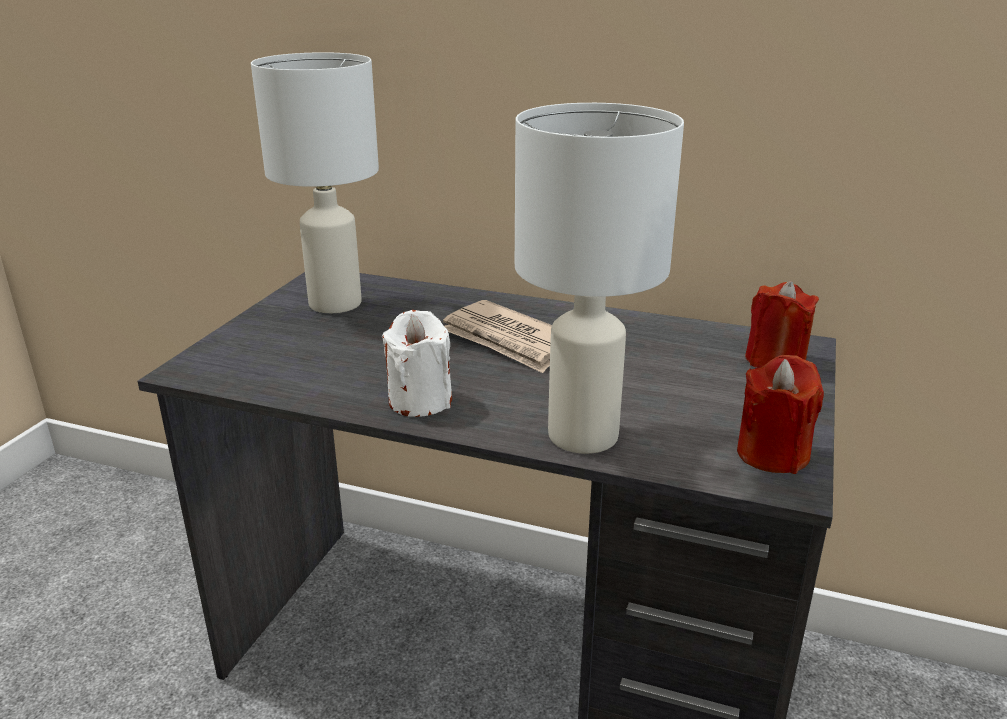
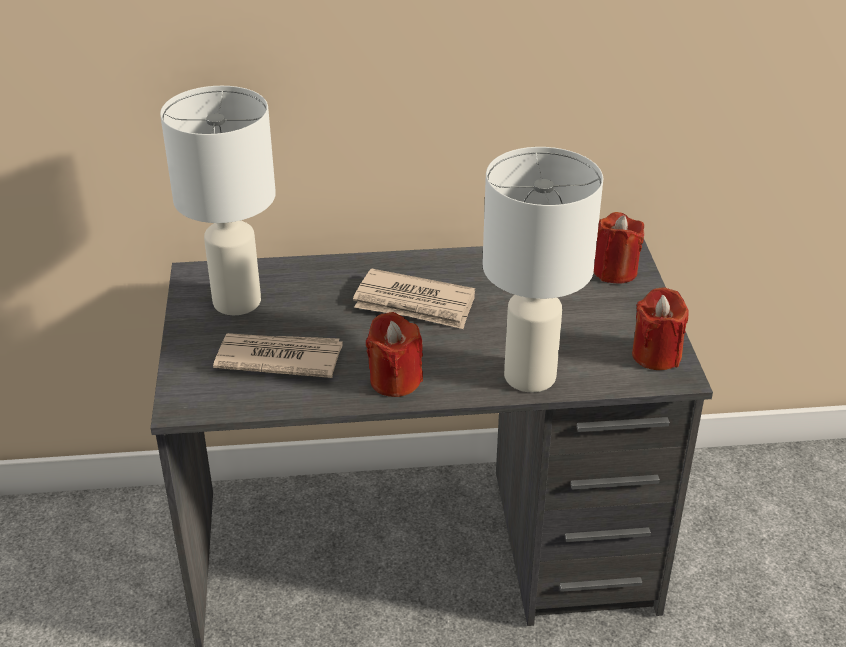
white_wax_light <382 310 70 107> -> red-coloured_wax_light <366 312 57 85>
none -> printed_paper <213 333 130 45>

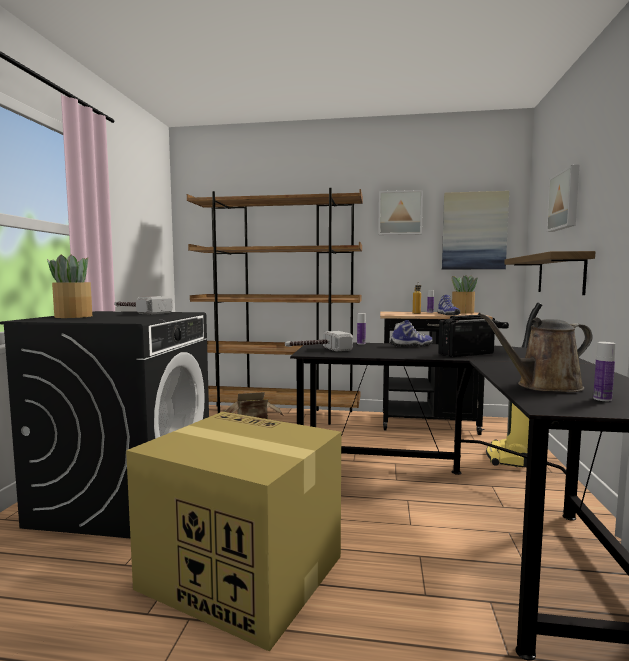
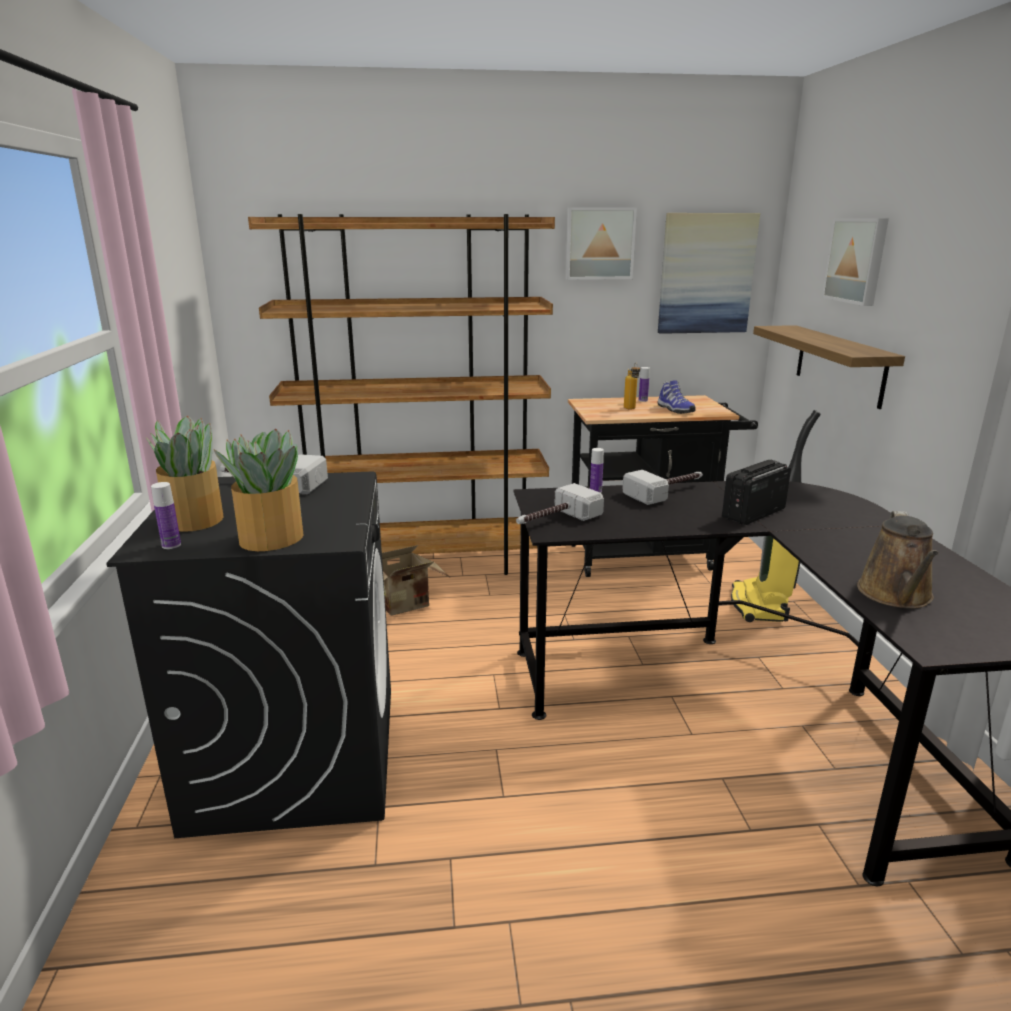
packing_box <126 412 215 240> -> none
low_shoe <390 320 43 27> -> hand_hammer <623 470 80 35>
plant_in_a_pot <452 275 25 39> -> plant_in_a_pot <214 429 89 122>, moved
brown_watering_can <478 313 115 79> -> brown_watering_can <857 511 82 98>, 45 degrees counterclockwise
drink_bottle <593 342 23 59> -> drink_bottle <151 482 30 67>, moved

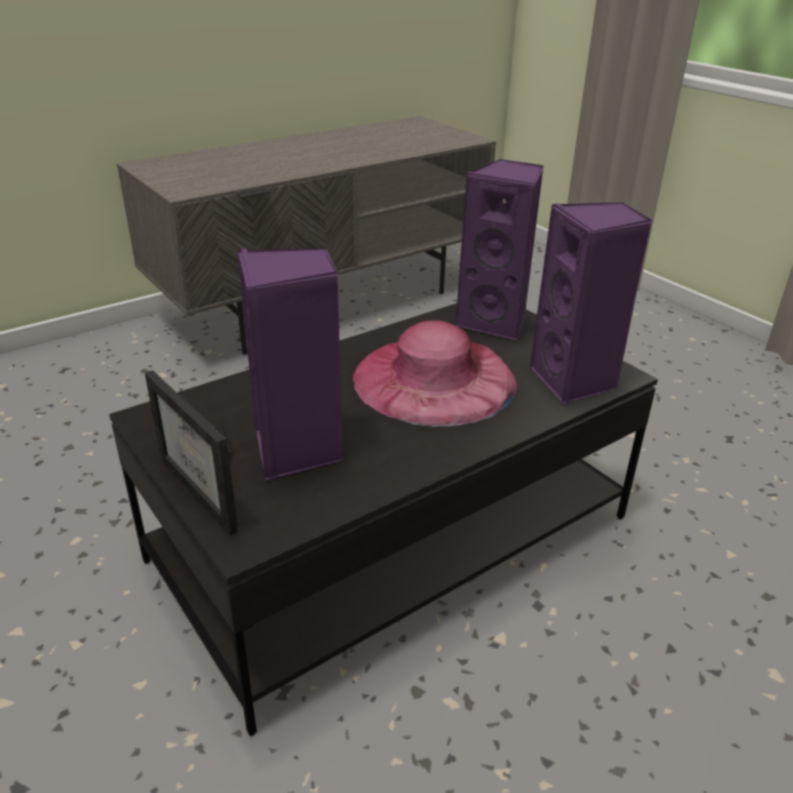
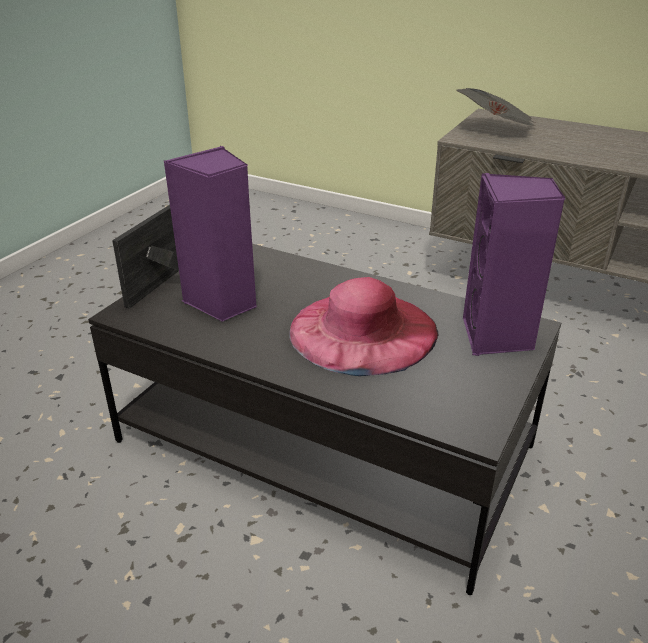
purple-coloured_audio_speaker <530 202 123 203> -> none
none -> printed_paper <456 88 81 38>

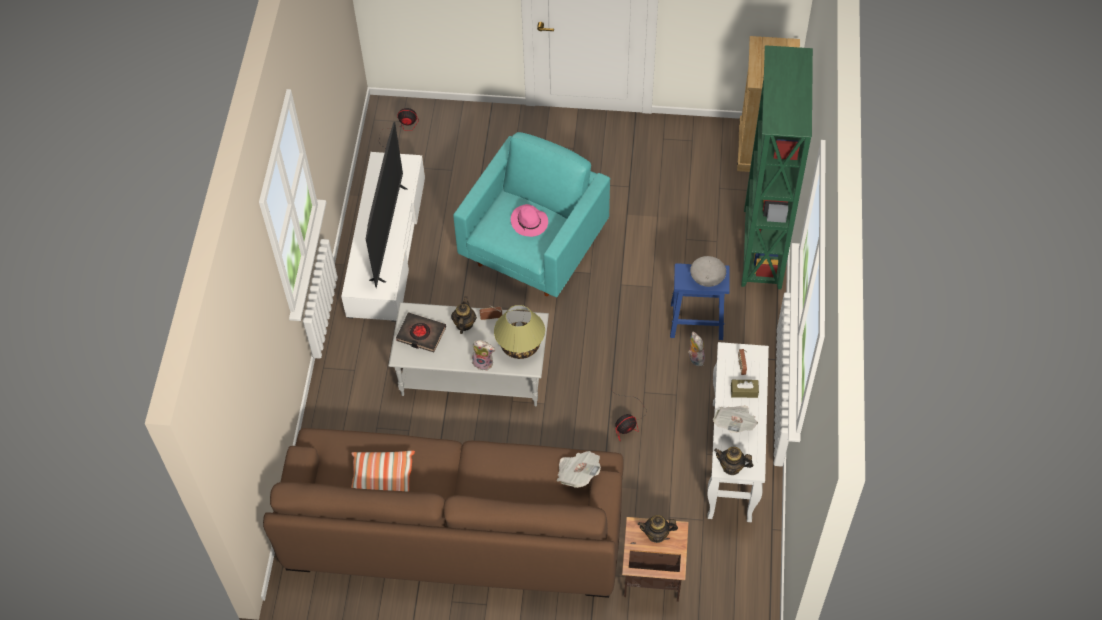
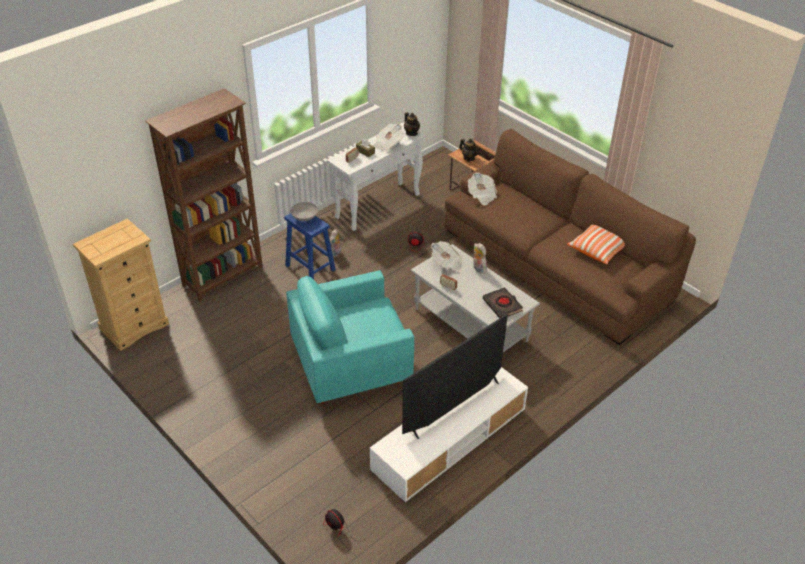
pot_for_tea <451 296 26 38> -> none
lamp_for_a_table <494 305 51 54> -> printed_paper <431 241 31 31>
pink-coloured_clothing_hat <511 204 37 33> -> none
green-coloured_shelving_unit <741 45 72 244> -> brown_shelving_unit <145 88 118 213>

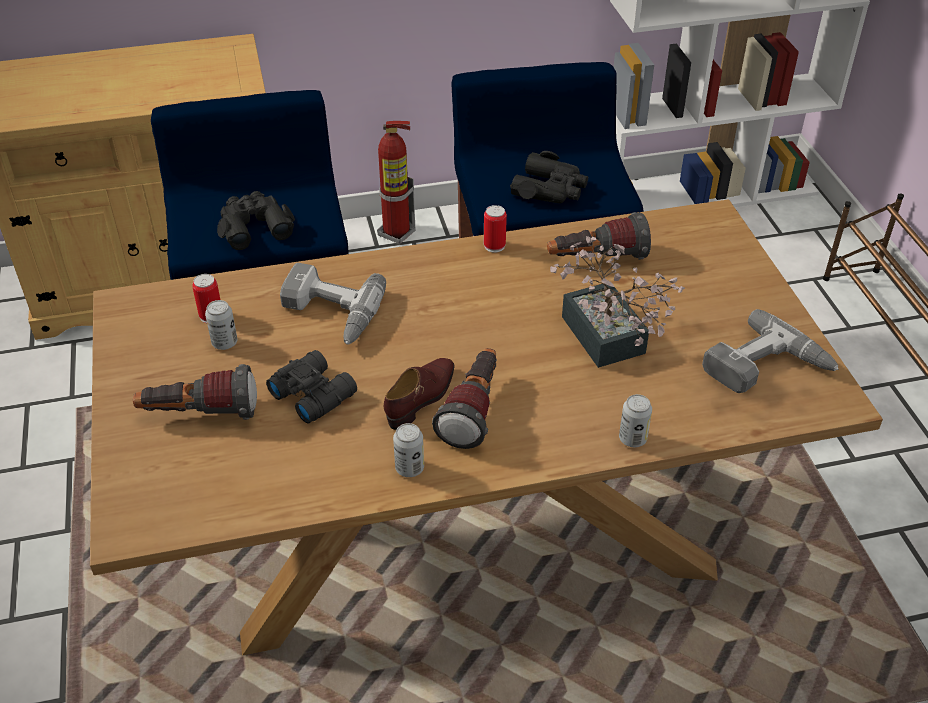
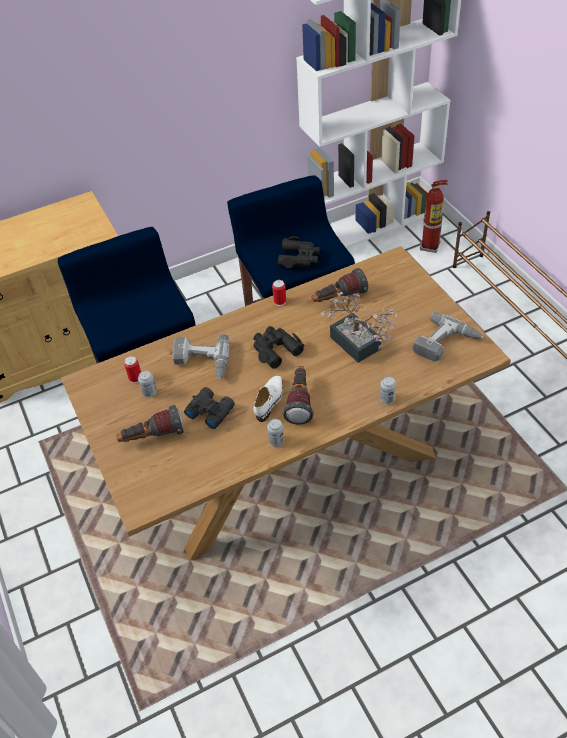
blackish_field_glasses <217 191 78 59> -> blackish_field_glasses <253 326 51 43>, moved
fire_extinguisher <377 121 39 123> -> fire_extinguisher <420 179 28 74>, moved
brown_low_shoe <384 358 70 72> -> white_low_shoe <253 376 30 46>

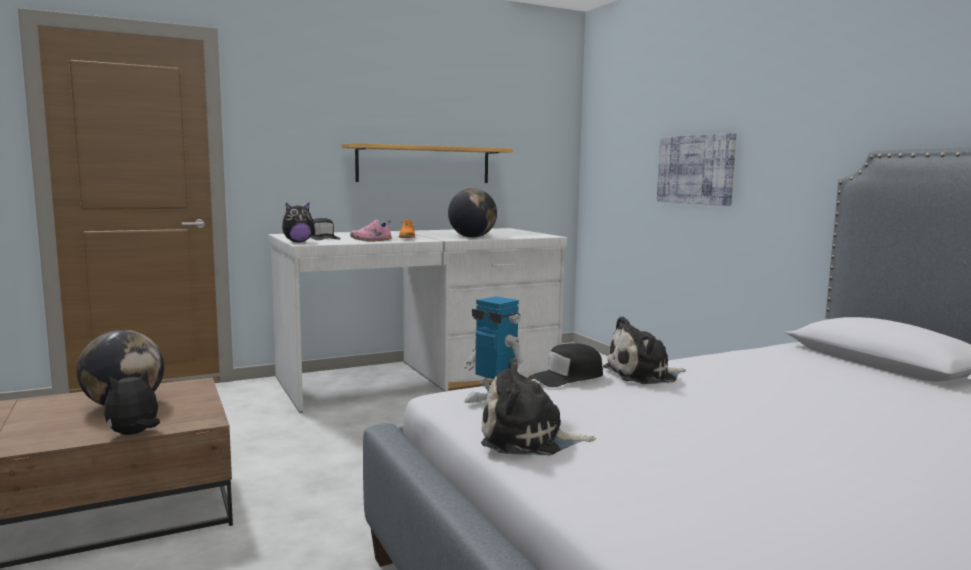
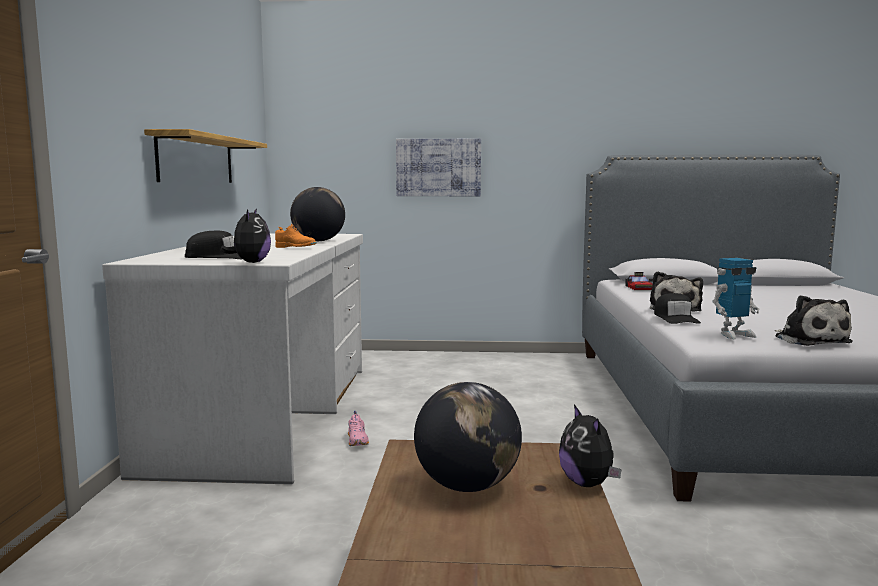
pink-coloured_low_shoe <350 220 42 22> -> pink-coloured_low_shoe <348 411 21 35>, moved
cuddly_toy <481 358 115 97> -> cuddly_toy <775 295 78 51>, 45 degrees counterclockwise
none -> miniature_car <625 272 28 18>

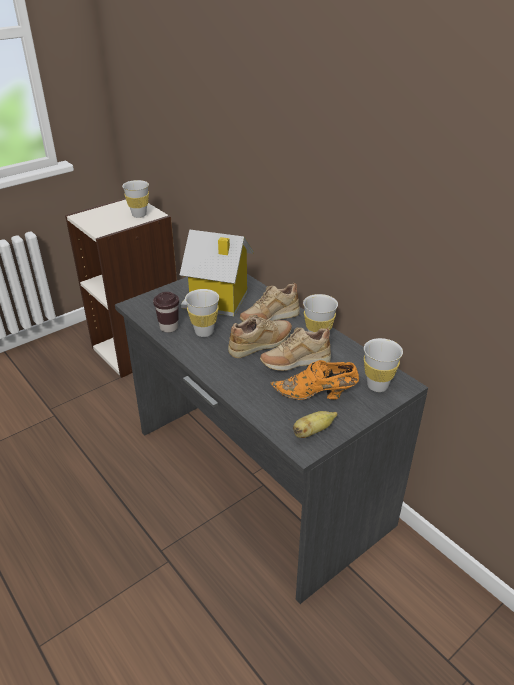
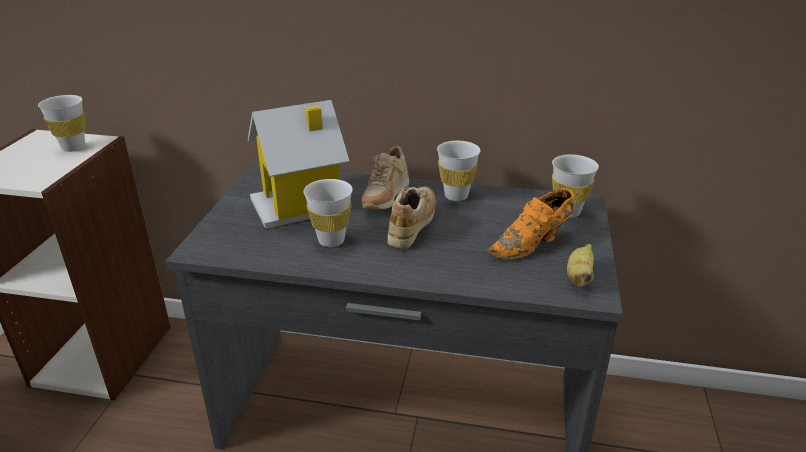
brown_small_cup <153 292 26 41> -> none
sand-coloured_low_shoe <260 327 71 44> -> none

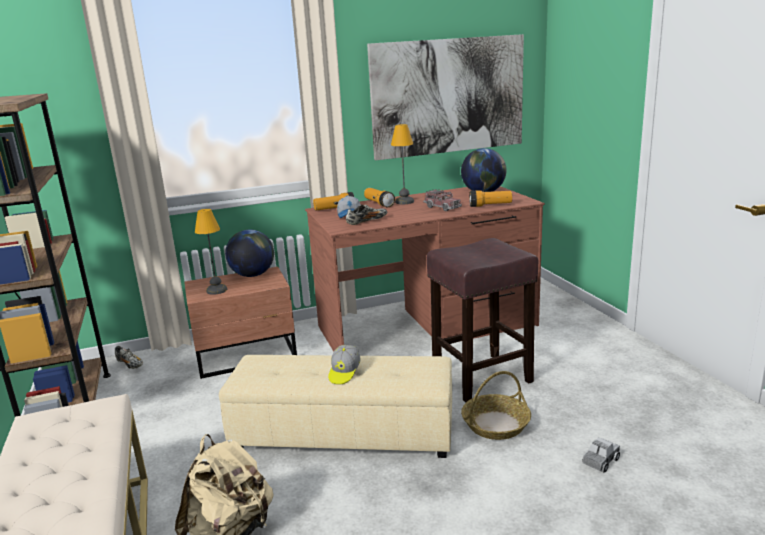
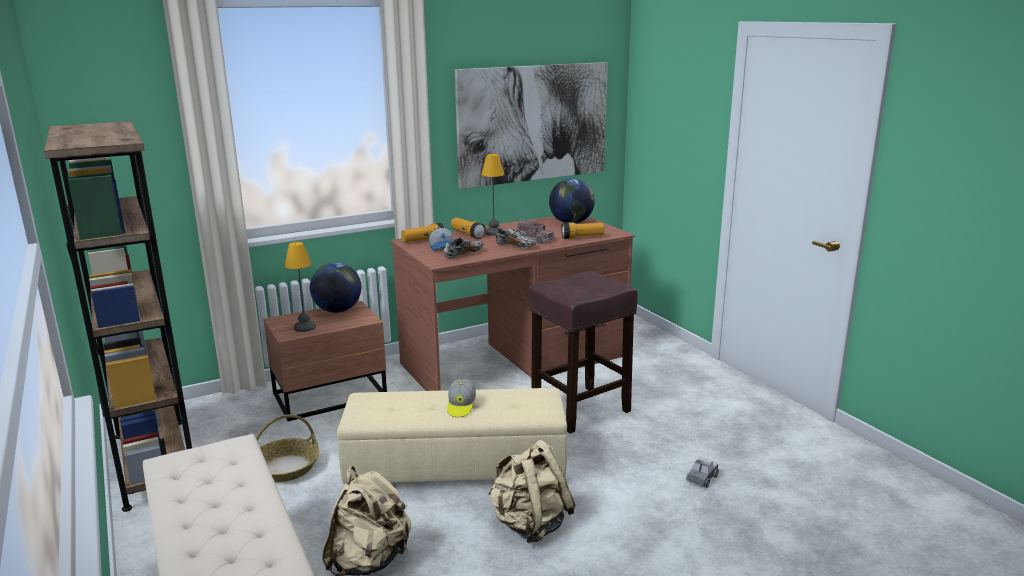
low_shoe <115 346 28 23> -> low_shoe <496 228 40 20>, moved
storage_basket <461 371 70 69> -> storage_basket <256 414 63 68>, moved
none -> sand-coloured_rucksack <488 440 88 103>

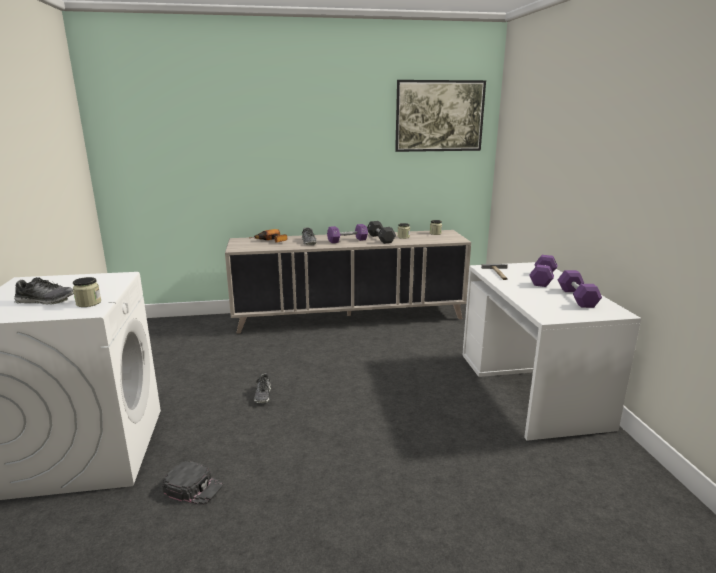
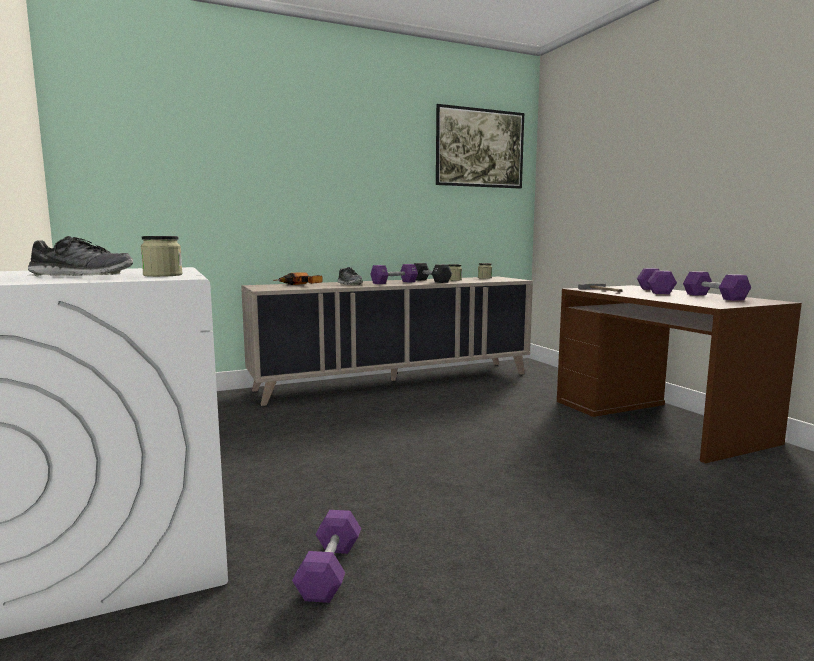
blackish_peaked_cap <162 461 61 44> -> purple-coloured_free_weight <292 510 69 93>
low_shoe <254 374 17 29> -> none
white_desk_table <462 262 179 179> -> brown_desk_table <557 285 245 178>

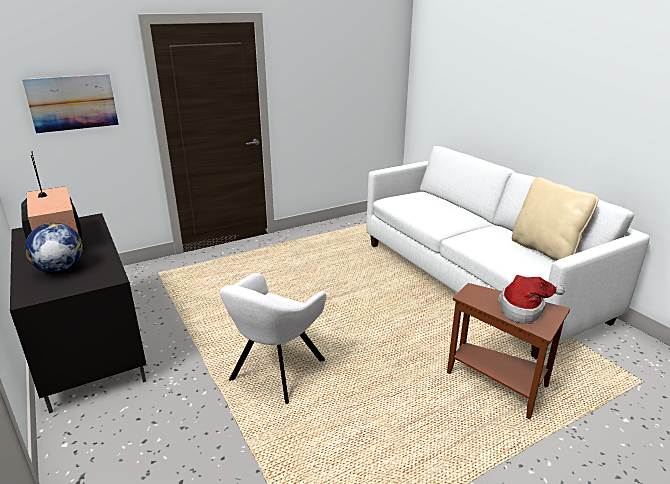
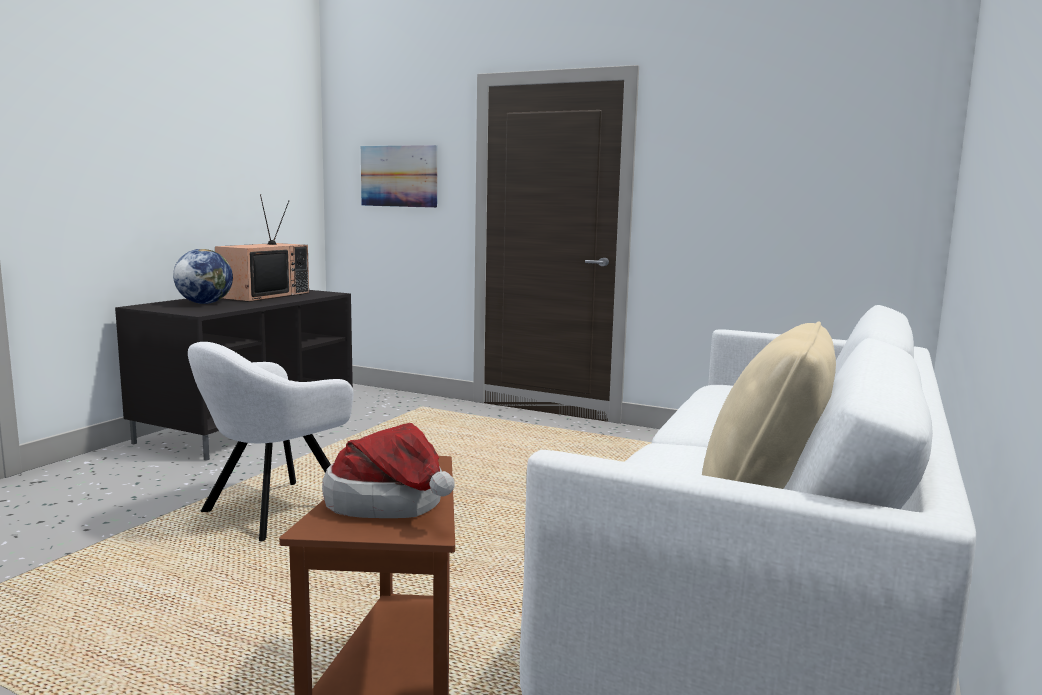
white_armchair <220 273 106 131> -> white_armchair <188 342 166 199>, 45 degrees counterclockwise

